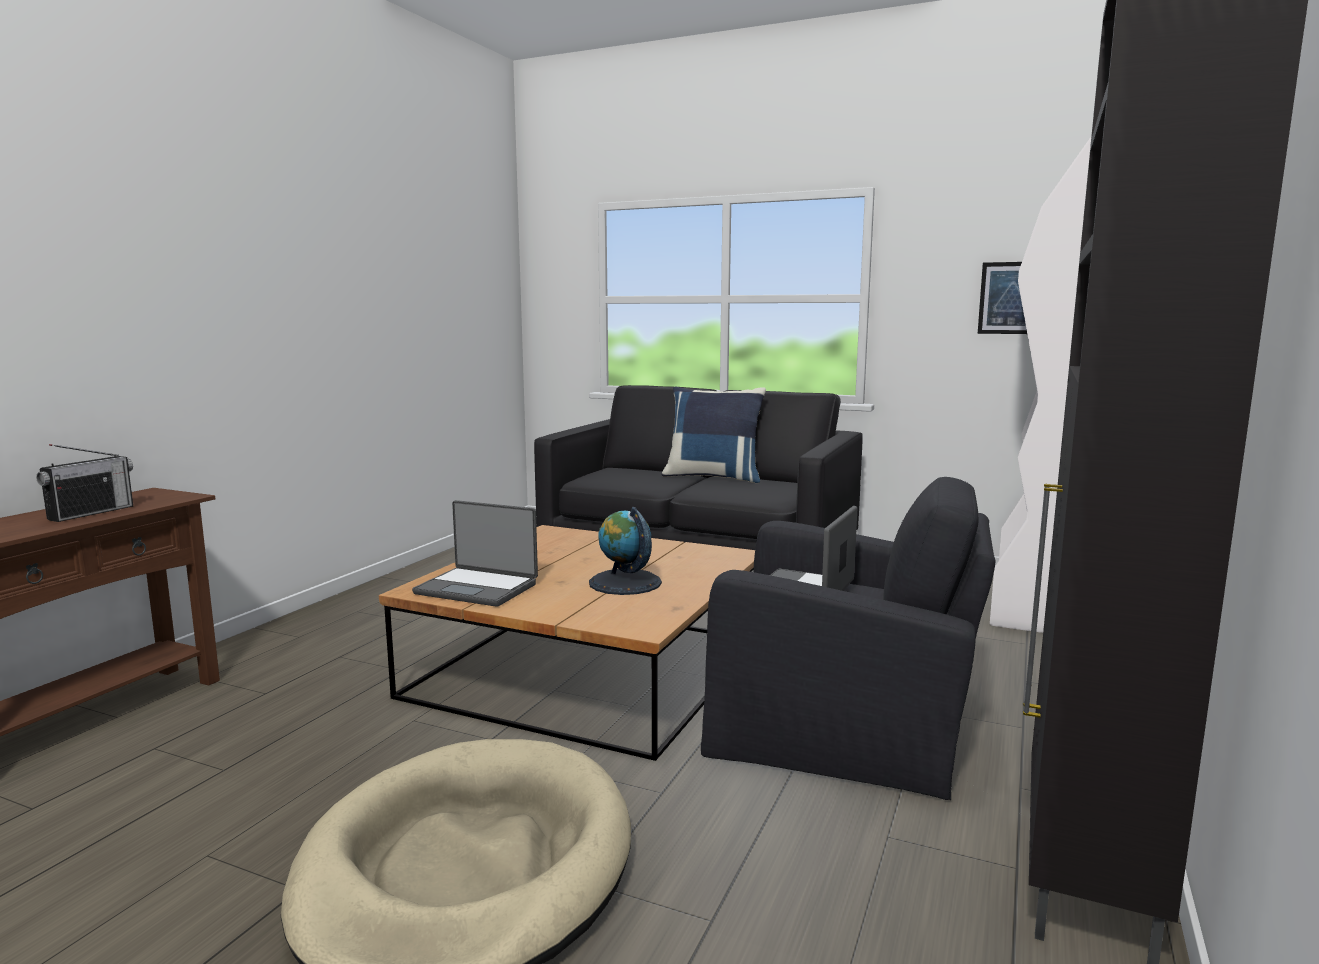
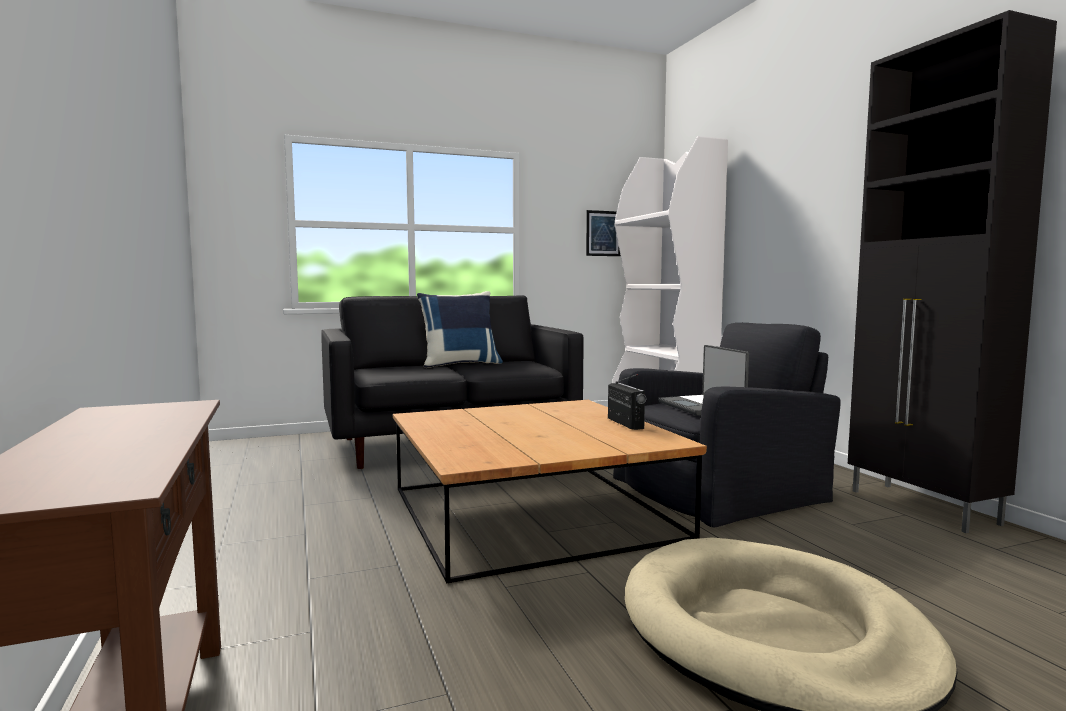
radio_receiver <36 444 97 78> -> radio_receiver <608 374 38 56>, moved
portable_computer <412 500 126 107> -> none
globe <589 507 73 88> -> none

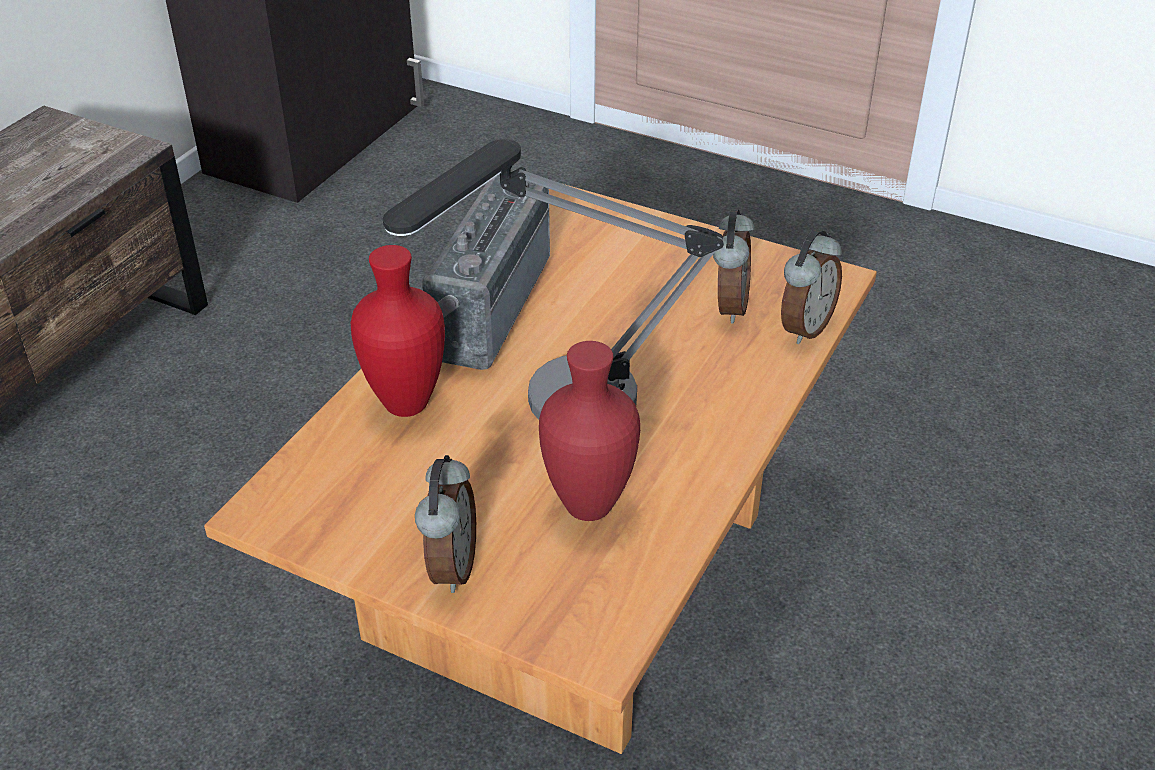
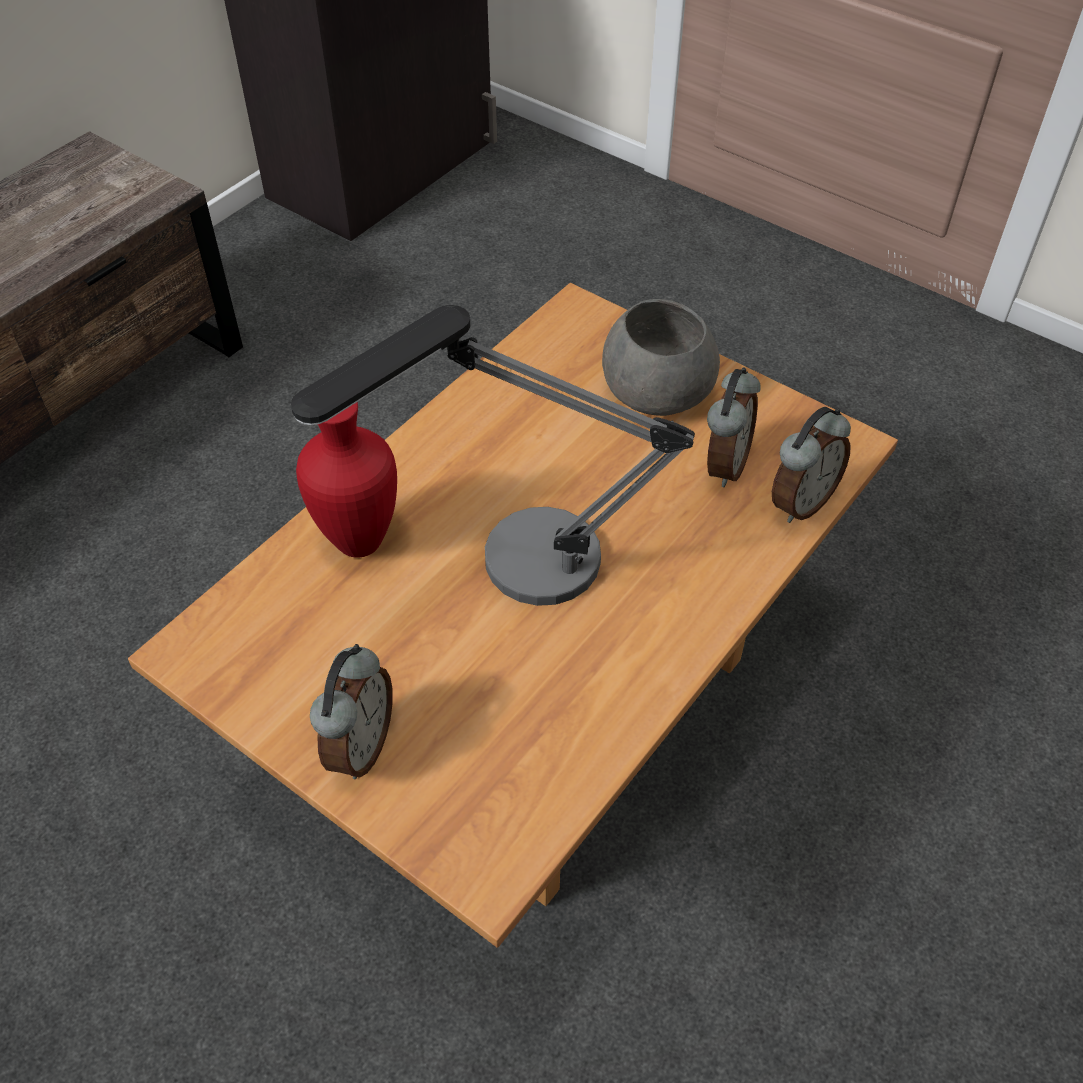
radio_receiver <422 174 128 196> -> none
red-coloured_decorative_vase <539 341 101 180> -> none
none -> grey_bowl <602 299 118 117>

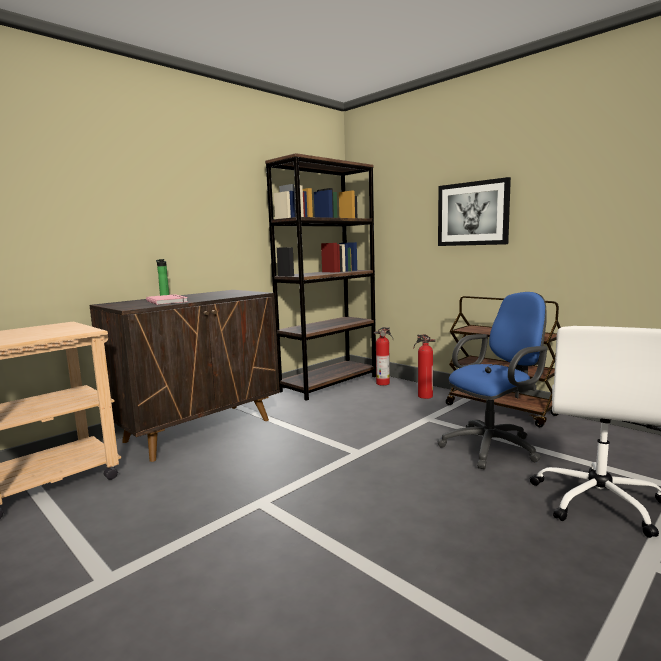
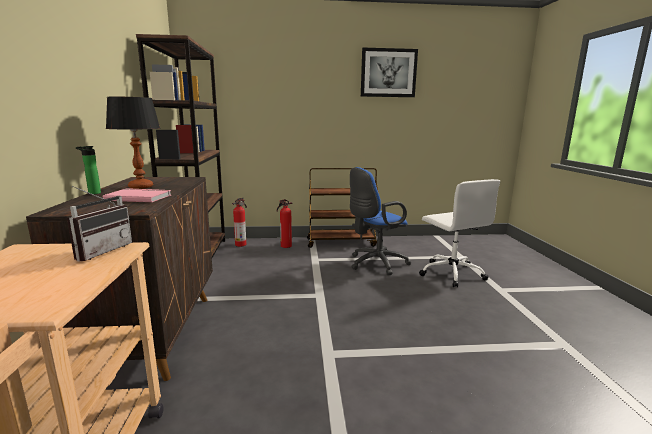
picture <438 177 73 69> -> picture <361 48 57 49>, moved
blue_office_chair <438 292 109 177> -> blue_office_chair <350 167 61 108>, 135 degrees counterclockwise
none -> radio_receiver <67 186 65 76>
none -> lamp_for_a_table <106 97 54 92>

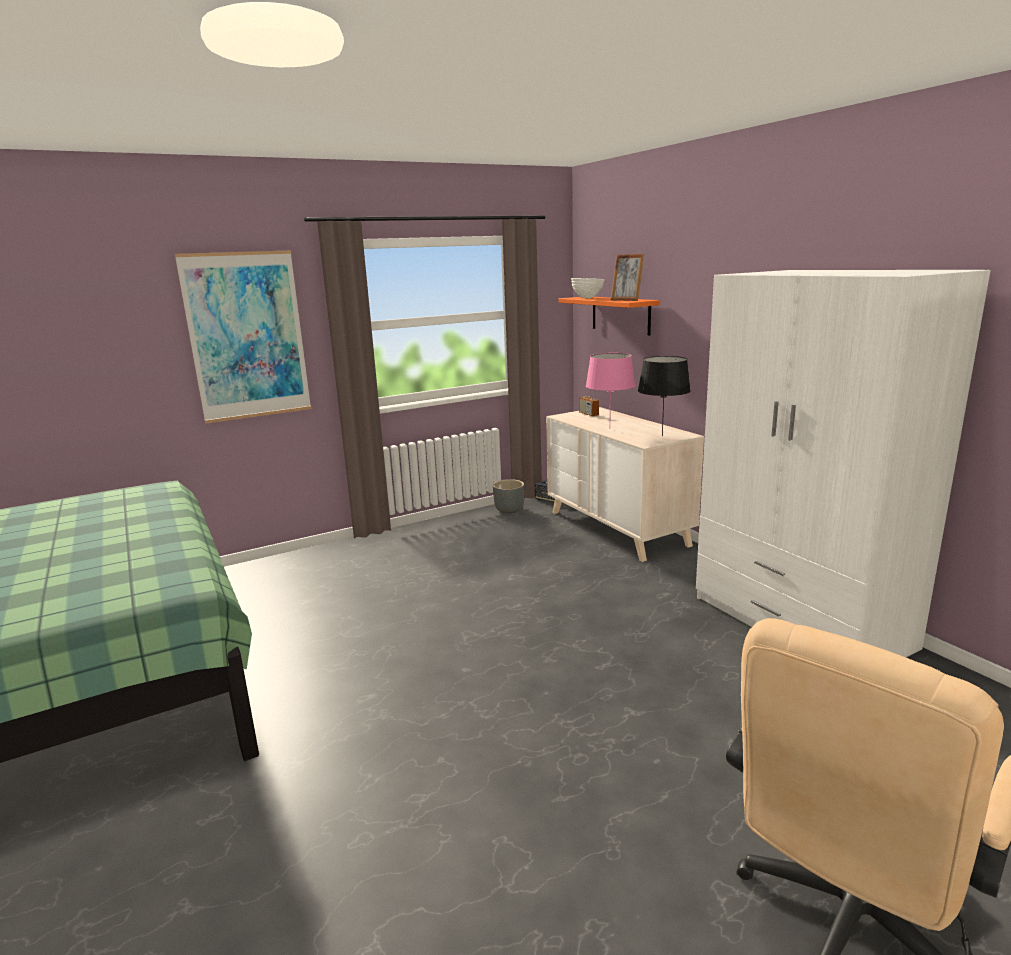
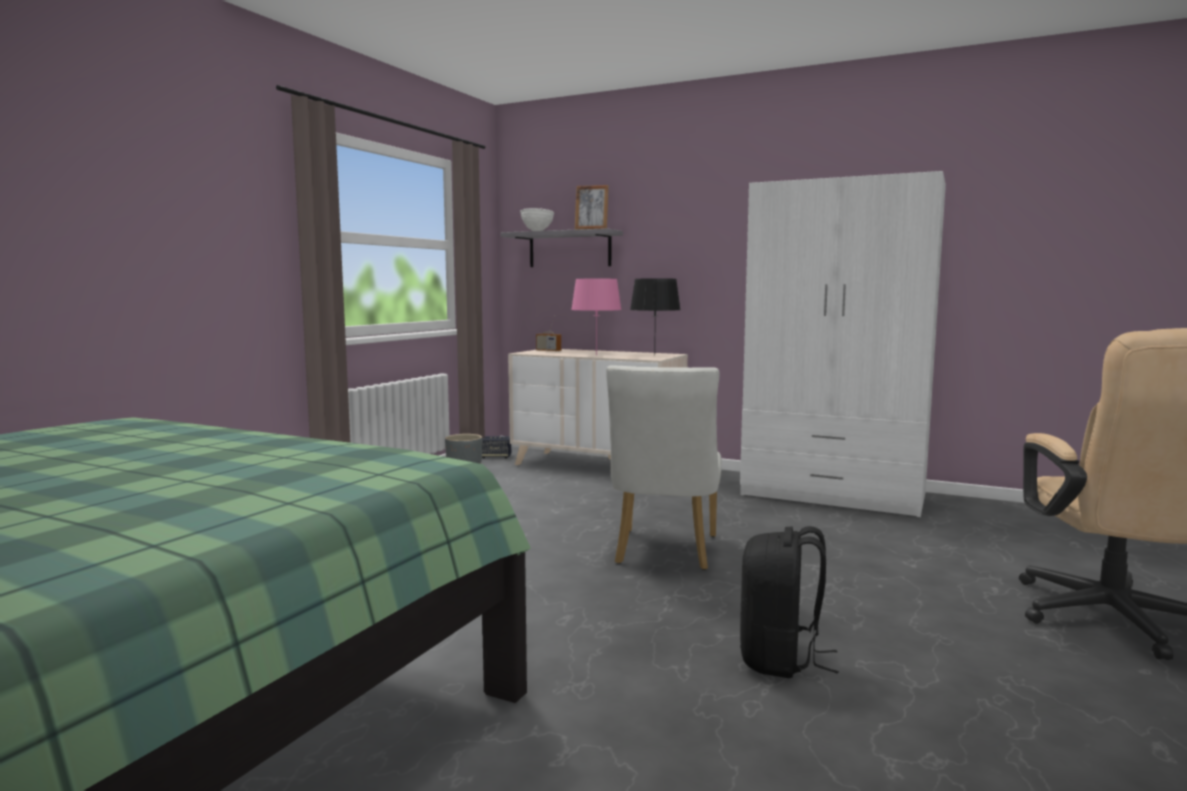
picture <175 250 136 174> -> none
orangey_shelf <558 297 102 38> -> grey_shelf <501 228 122 39>
none -> white_plain_chair <606 365 116 205>
none -> blackish_rucksack <740 526 99 152>

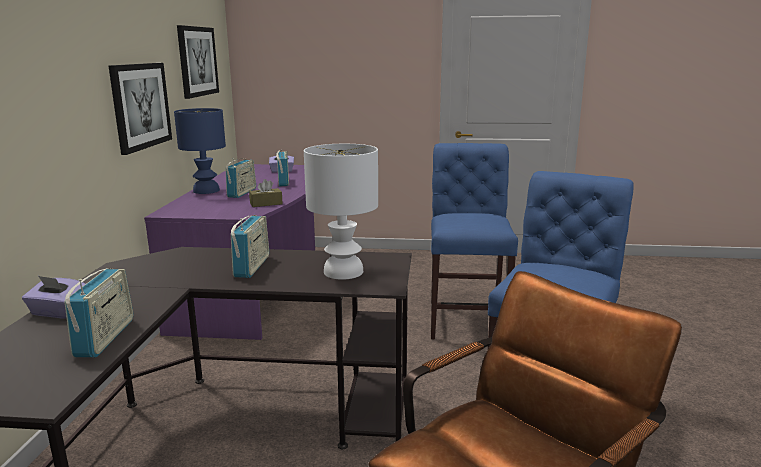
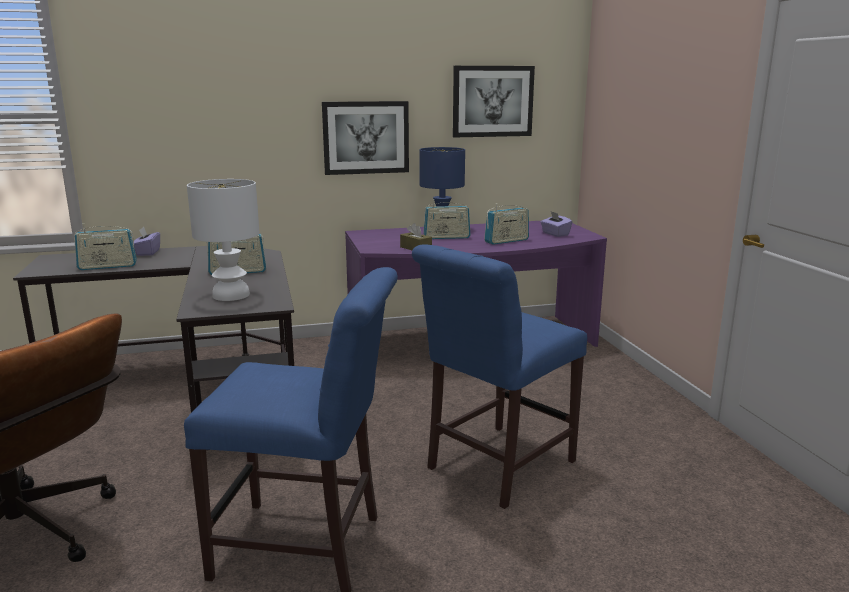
blue_plain_chair <431 143 87 196> -> blue_plain_chair <412 244 175 265>, 150 degrees clockwise

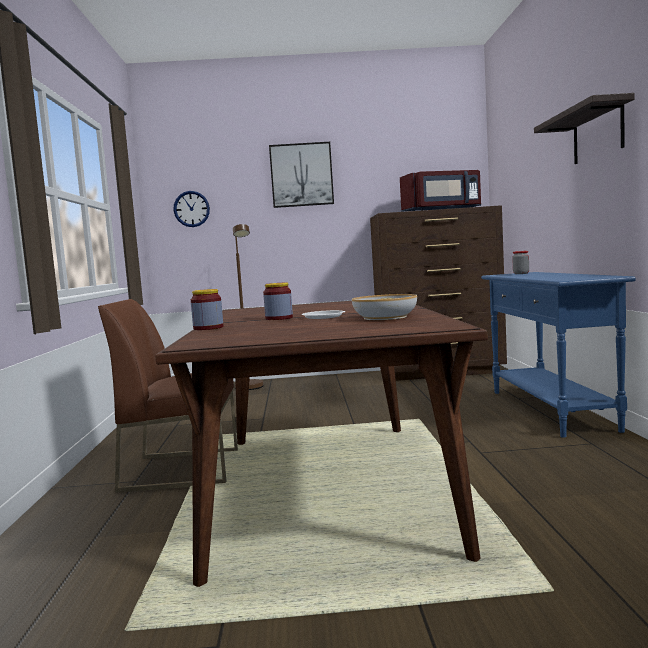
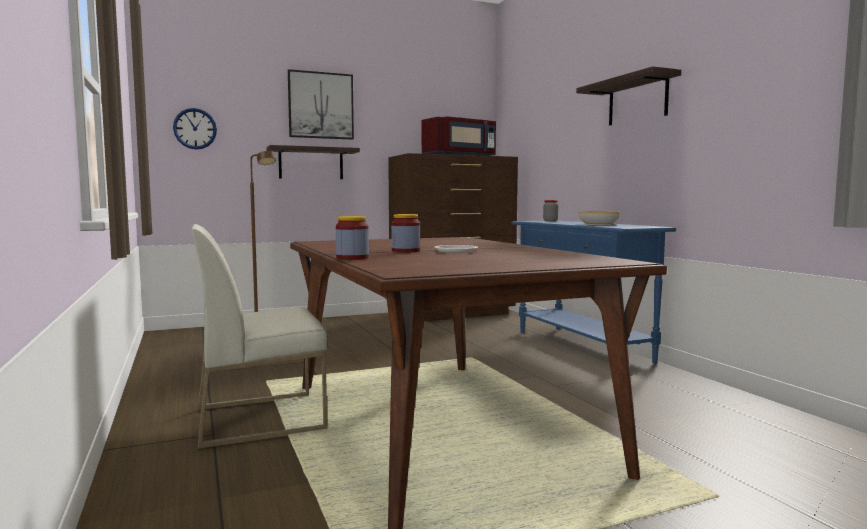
brown_plain_chair <98 299 140 194> -> white_plain_chair <191 224 136 225>
bowl <352 294 65 26> -> bowl <578 211 42 14>, moved
none -> shelf <266 145 94 34>

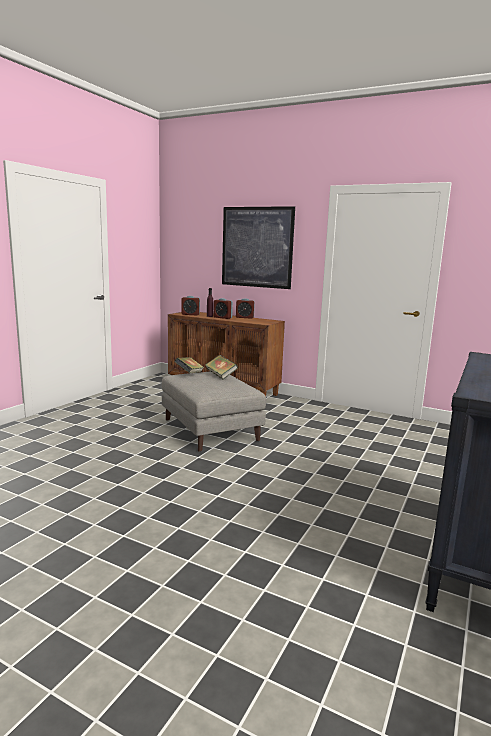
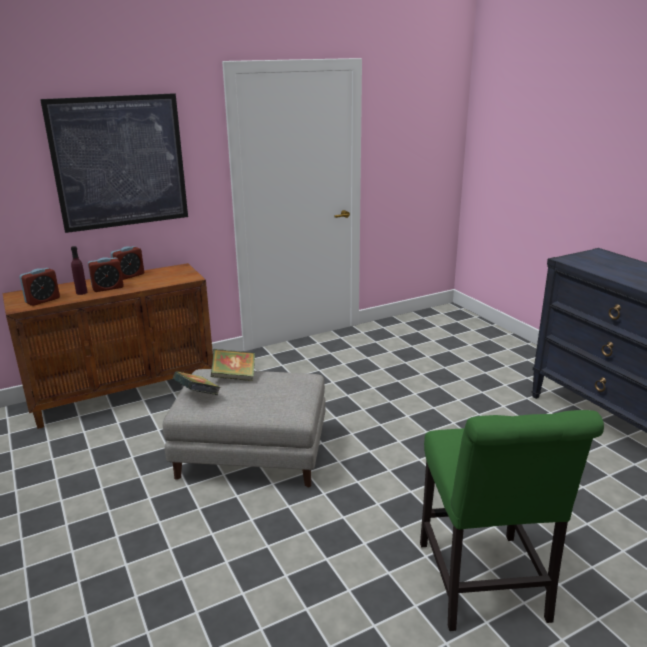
none -> green-coloured_plain_chair <420 410 184 221>

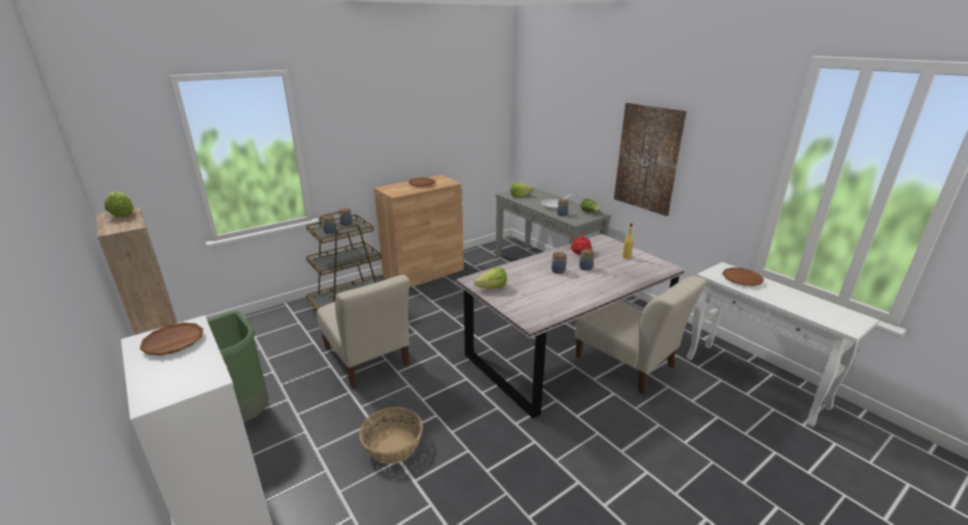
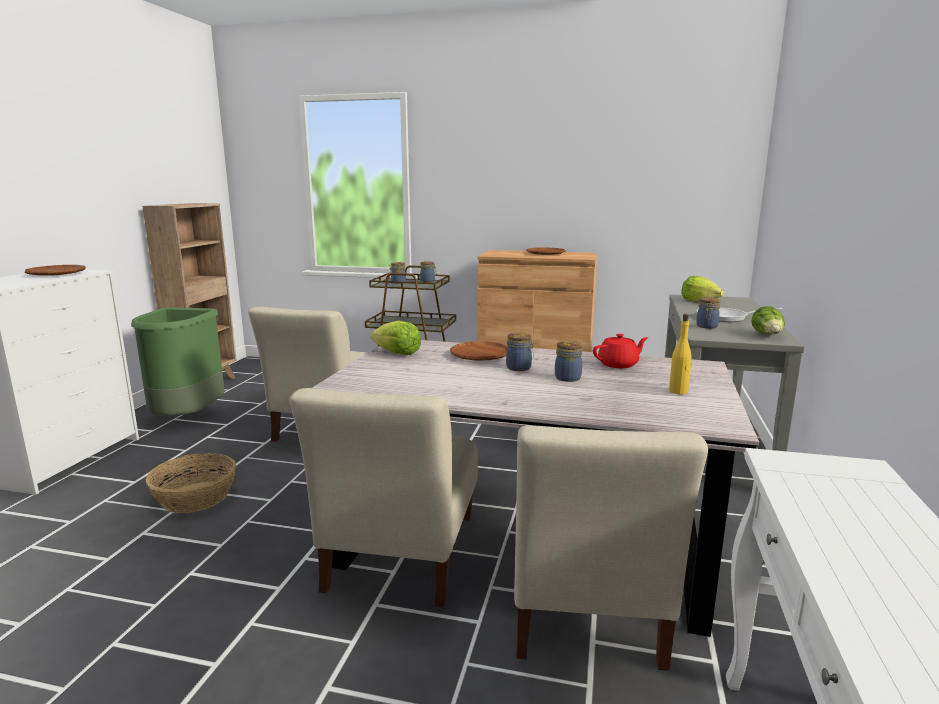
head_of_lettuce <105 192 29 25> -> none
picture <614 103 73 113> -> none
brown_dinner_plate <722 268 42 18> -> brown_dinner_plate <450 341 58 20>, moved
none -> sand-coloured_plain_chair <289 388 189 219>

